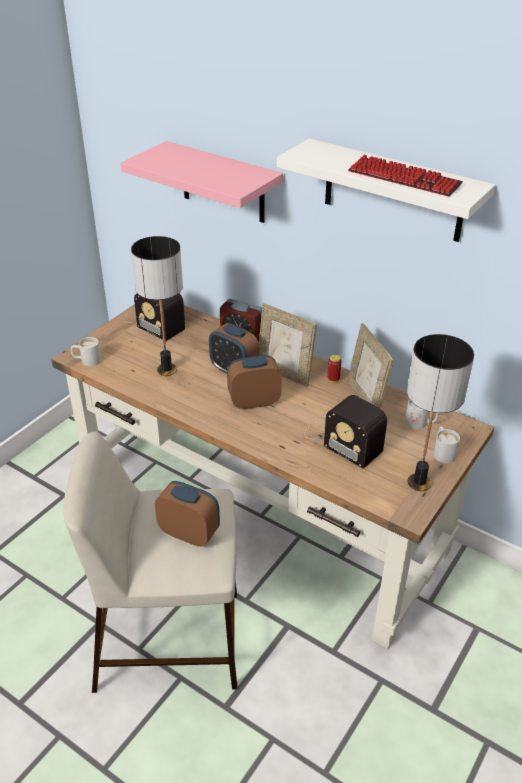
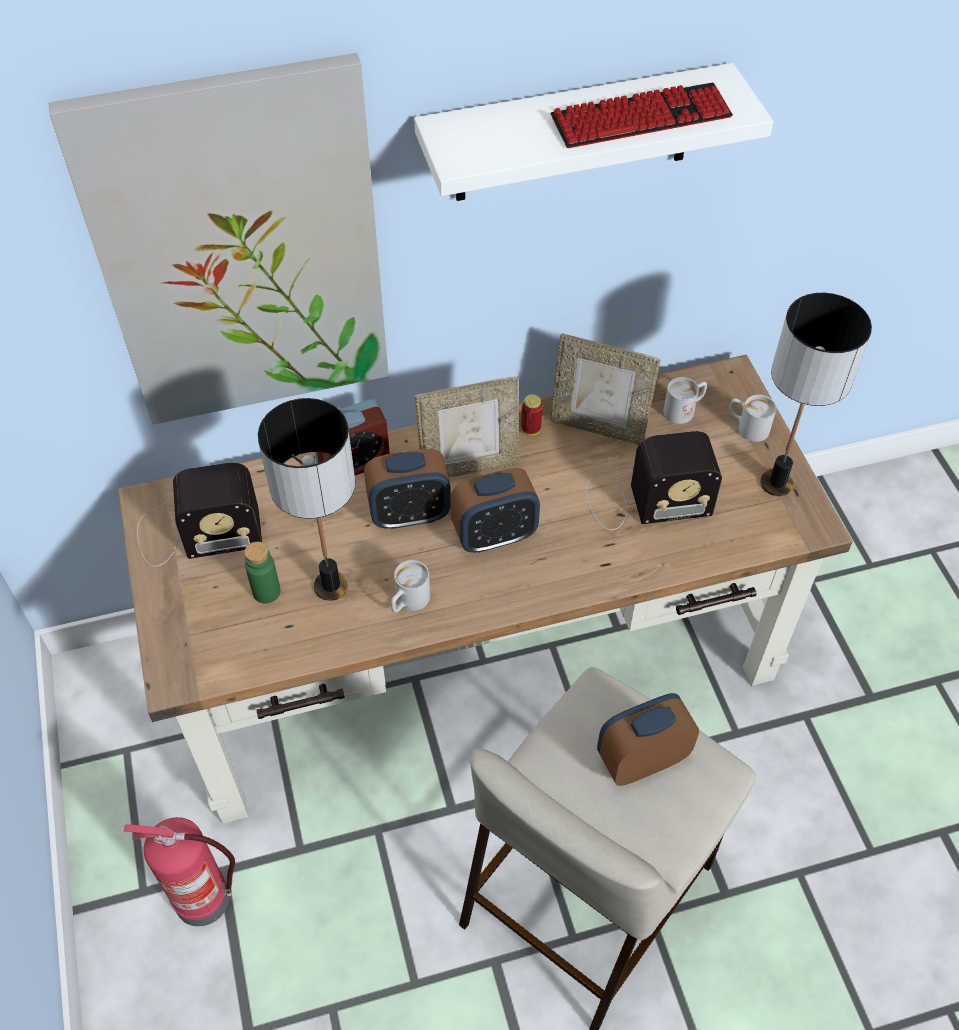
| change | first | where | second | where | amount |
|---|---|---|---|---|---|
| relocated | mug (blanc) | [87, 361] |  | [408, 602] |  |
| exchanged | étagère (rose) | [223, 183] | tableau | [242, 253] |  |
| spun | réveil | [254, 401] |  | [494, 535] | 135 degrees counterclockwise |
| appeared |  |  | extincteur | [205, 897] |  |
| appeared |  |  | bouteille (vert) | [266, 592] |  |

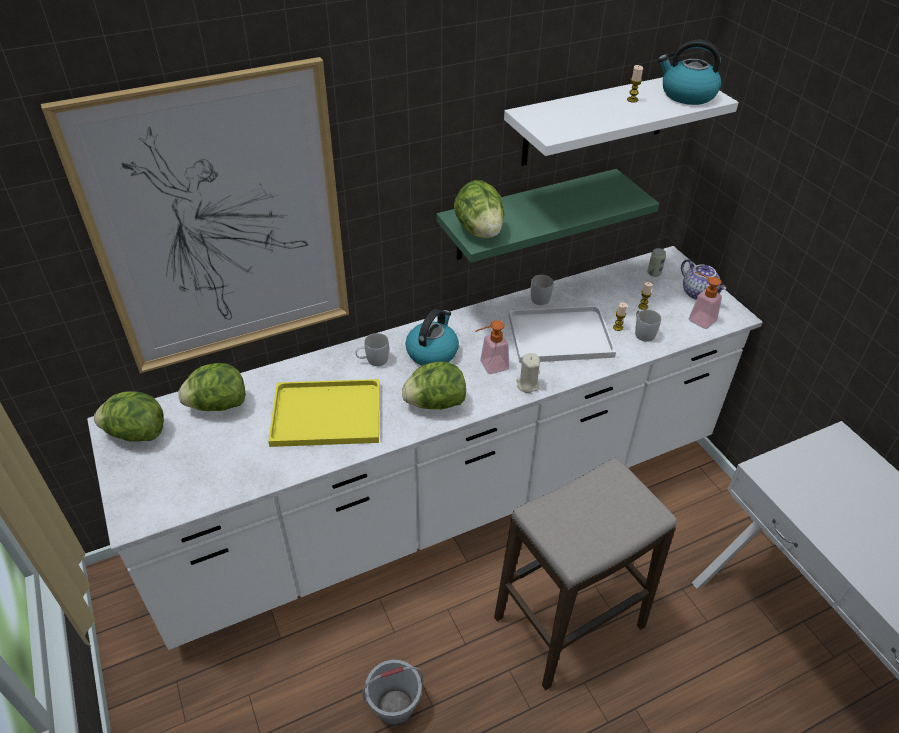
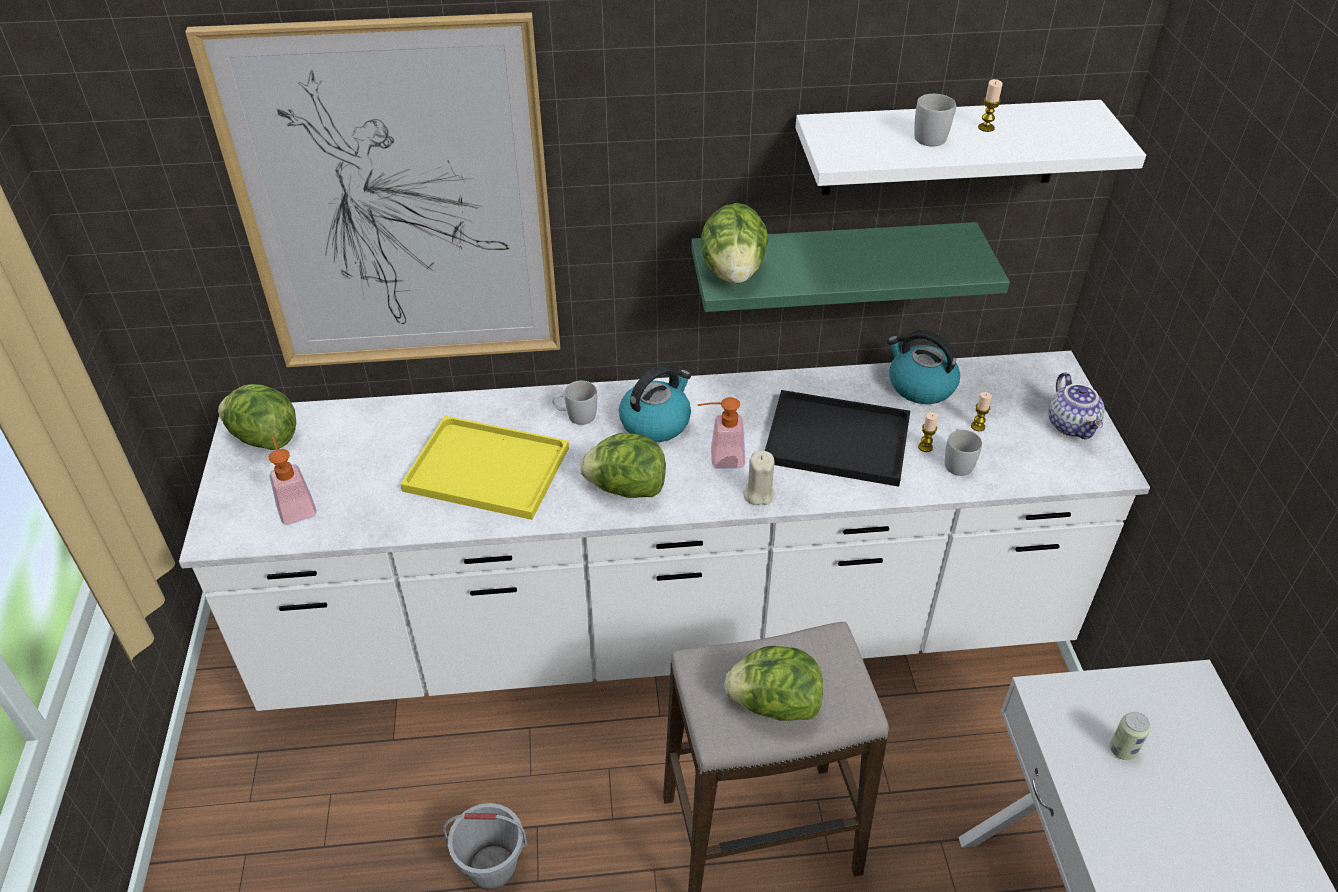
| change | first | where | second | where | amount |
|---|---|---|---|---|---|
| relocated | laitue | [218, 405] |  | [774, 704] |  |
| colour | plateau (blanc) | [558, 336] | plateau (noir) | [834, 440] |  |
| relocated | mug (blanc) | [542, 297] |  | [934, 136] |  |
| relocated | boîte métallique | [654, 273] |  | [1122, 750] |  |
| relocated | bouilloire | [687, 95] |  | [920, 386] |  |
| relocated | distributeur de savon | [698, 318] |  | [295, 506] |  |

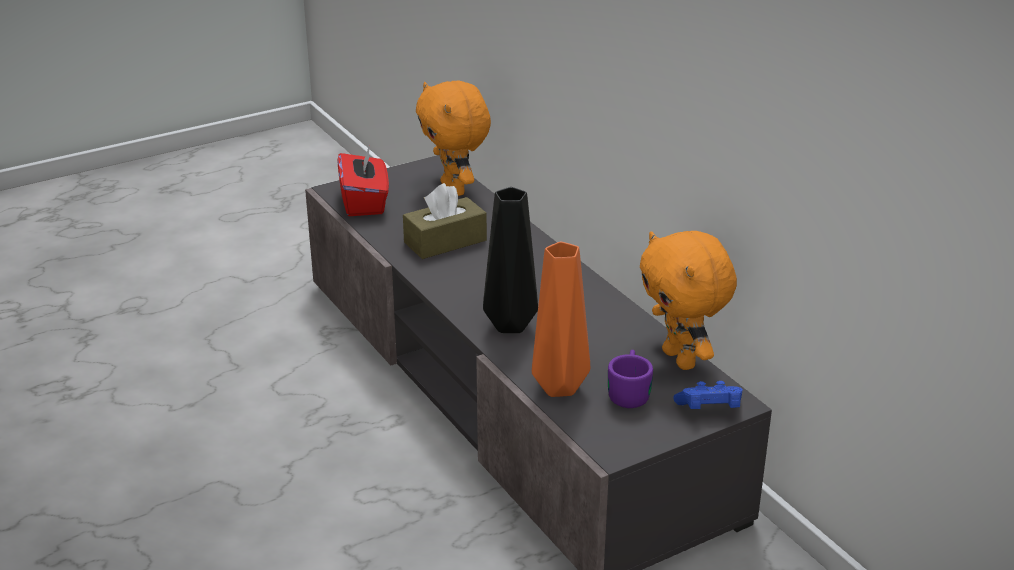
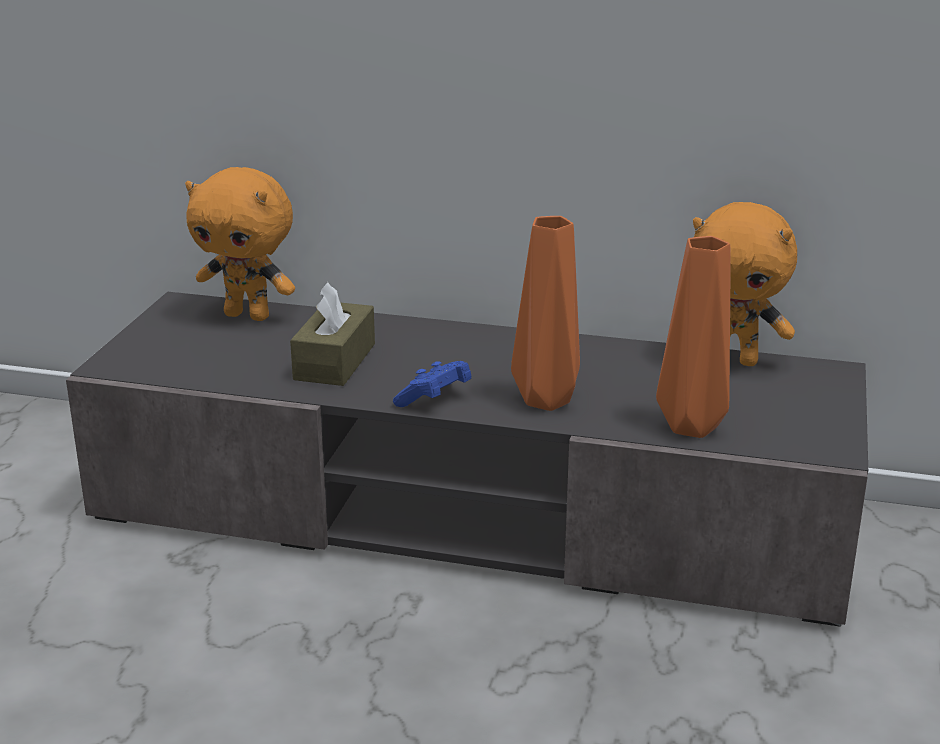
| change | first | where | second | where | amount |
|---|---|---|---|---|---|
| missing | boîte à mouchoirs (rouge) | [364, 202] |  |  |  |
| colour | vase (noir) | [513, 325] | vase (orange) | [549, 400] |  |
| missing | mug (violet) | [629, 391] |  |  |  |
| relocated | manette (bleu) | [709, 410] |  | [434, 400] |  |

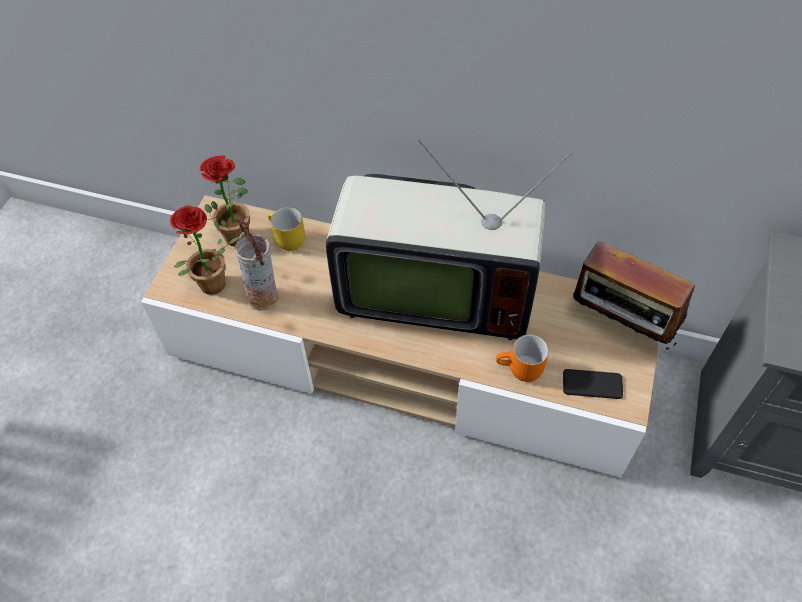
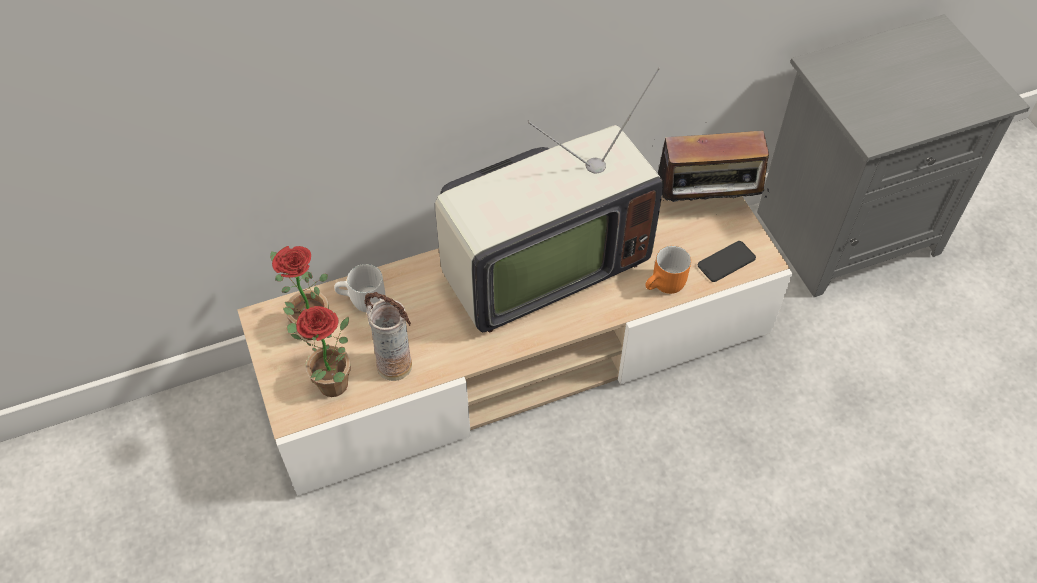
| change | first | where | second | where | amount |
|---|---|---|---|---|---|
| colour | mug (jaune) | [285, 239] | mug (blanc) | [362, 302] |  |

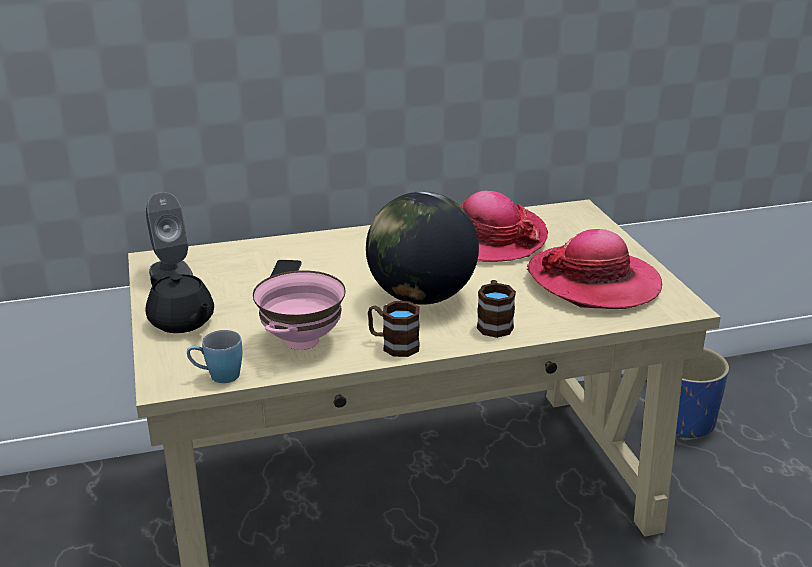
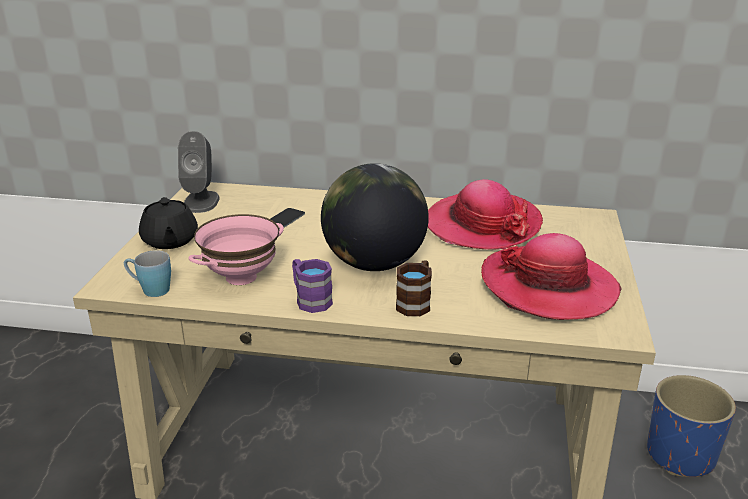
| change | first | where | second | where | amount |
|---|---|---|---|---|---|
| colour | mug (marron) | [393, 345] | mug (violet) | [310, 299] |  |

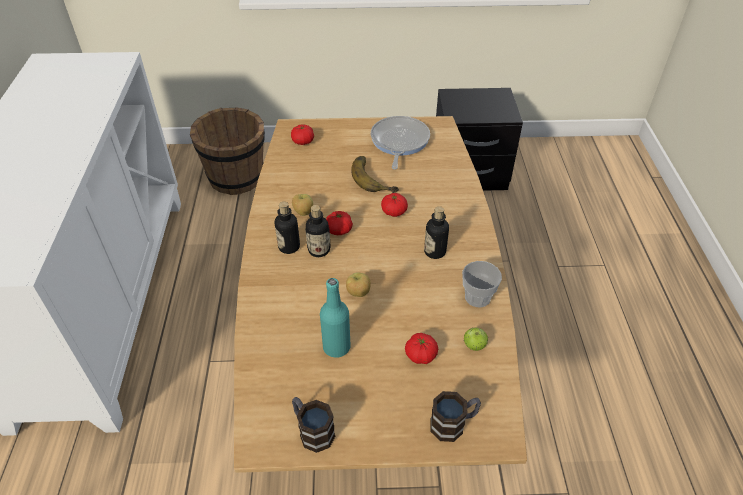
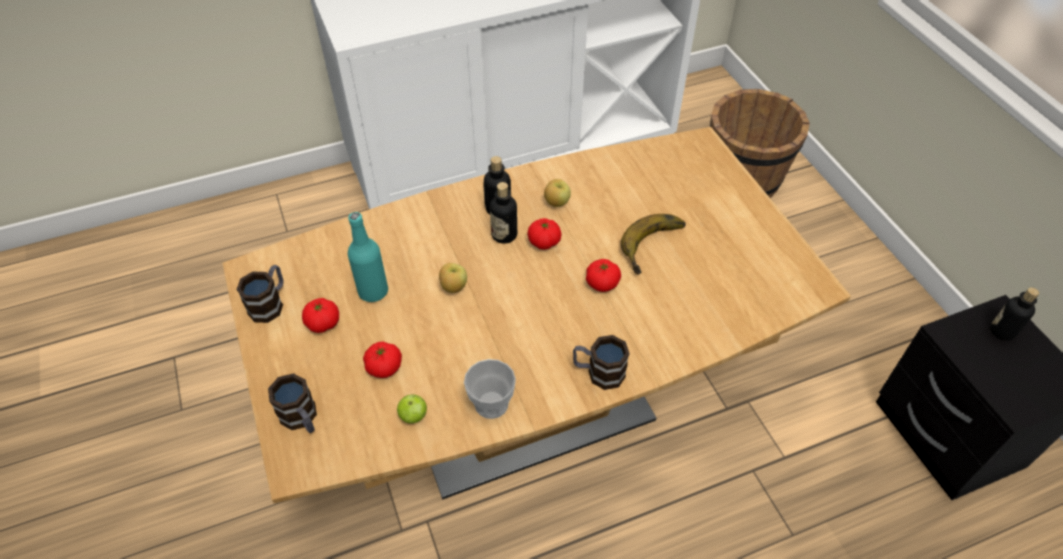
| change | first | where | second | where | amount |
|---|---|---|---|---|---|
| relocated | tomate | [303, 141] |  | [323, 323] |  |
| missing | poêle | [399, 142] |  |  |  |
| relocated | bouteille | [435, 251] |  | [1002, 331] |  |
| appeared |  |  | mug | [598, 372] |  |

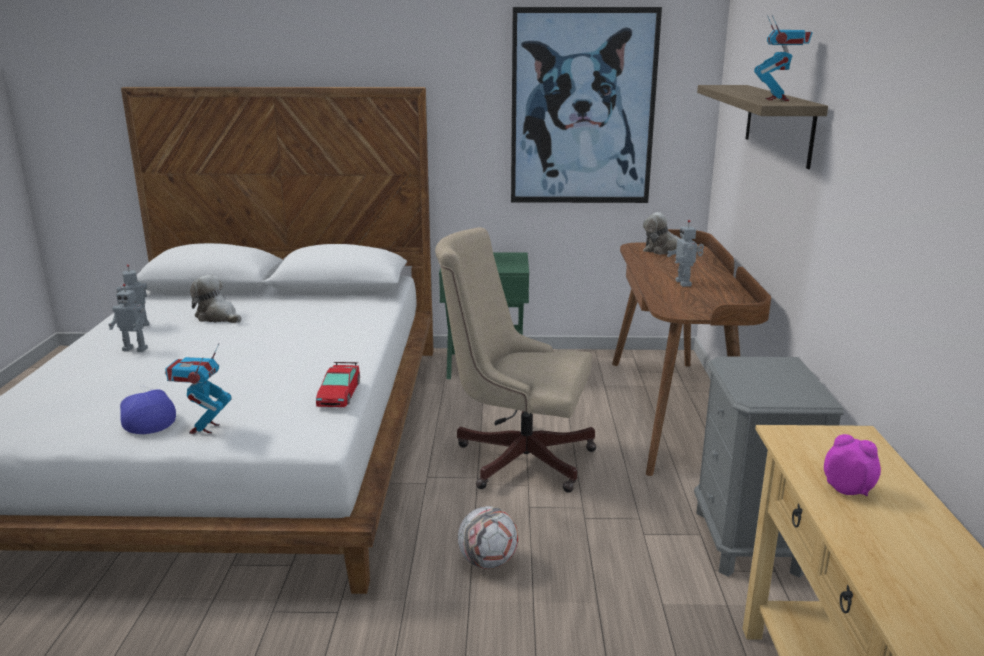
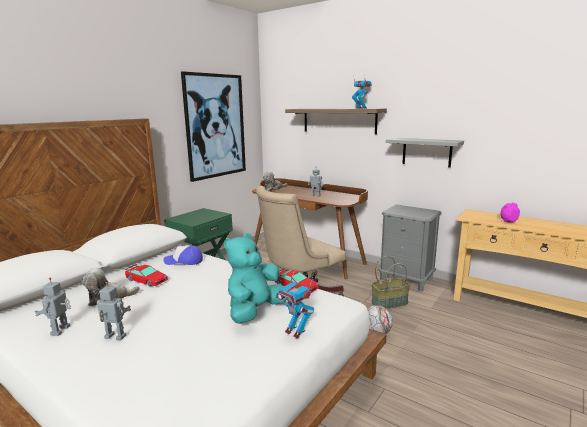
| change | first | where | second | where | amount |
|---|---|---|---|---|---|
| spun | robot jouet | [136, 349] |  | [114, 337] | 120 degrees counterclockwise |
| relocated | casquette | [146, 418] |  | [184, 261] |  |
| appeared |  |  | petite voiture | [146, 280] |  |
| appeared |  |  | peluche (turquoise) | [254, 311] |  |
| appeared |  |  | panier | [389, 303] |  |
| appeared |  |  | étagère (gris) | [426, 152] |  |

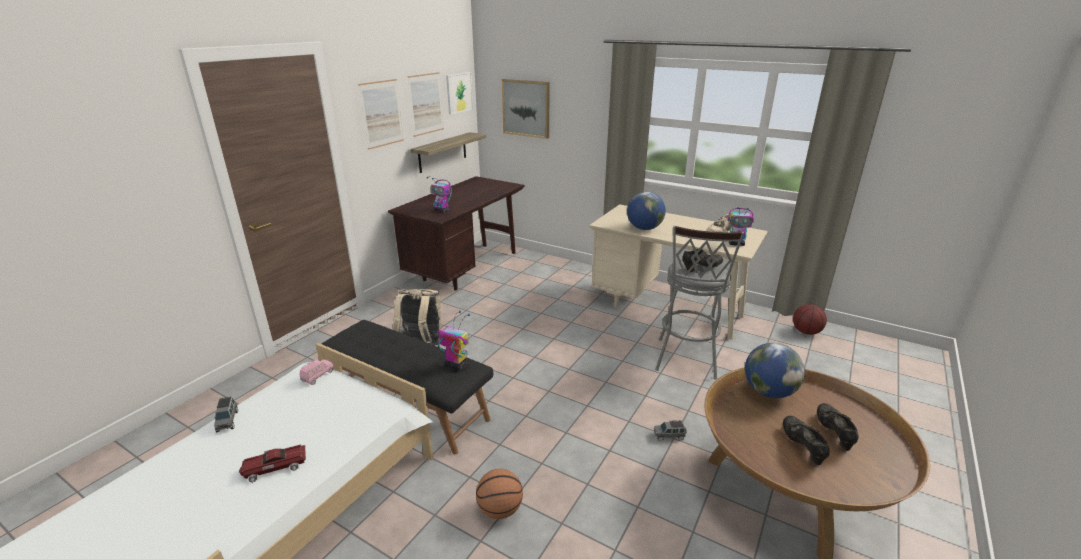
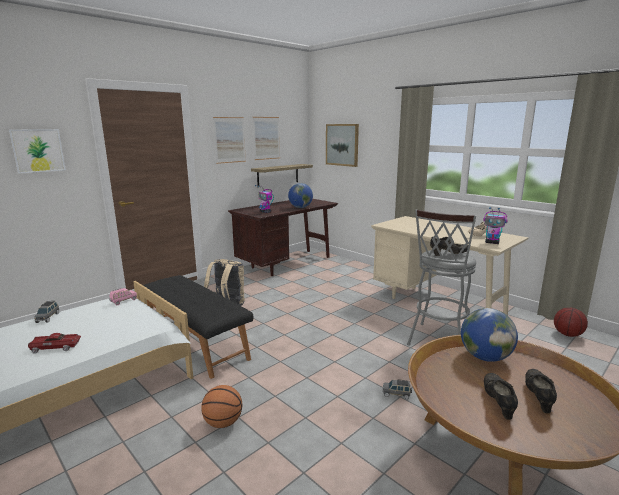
| change | first | where | second | where | amount |
|---|---|---|---|---|---|
| missing | robot jouet | [456, 364] |  |  |  |
| relocated | tableau | [459, 92] |  | [38, 150] |  |
| relocated | globe | [644, 228] |  | [300, 207] |  |

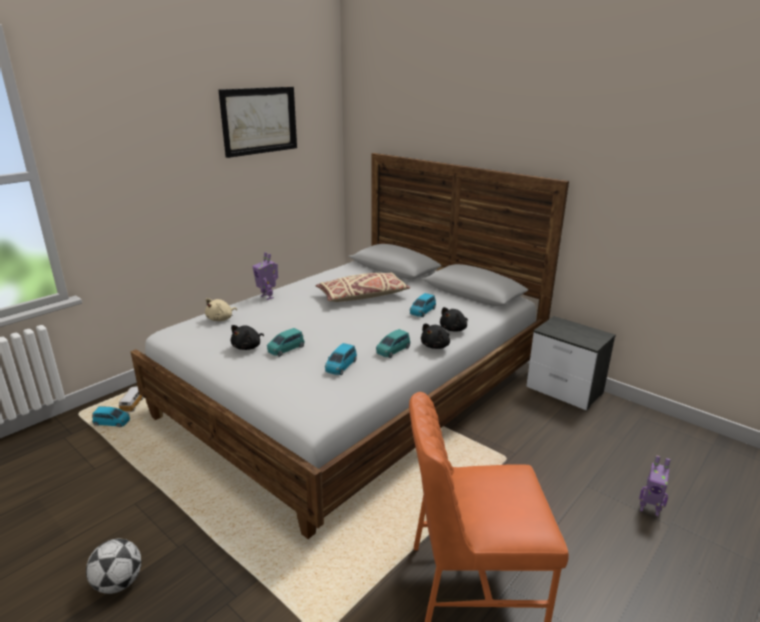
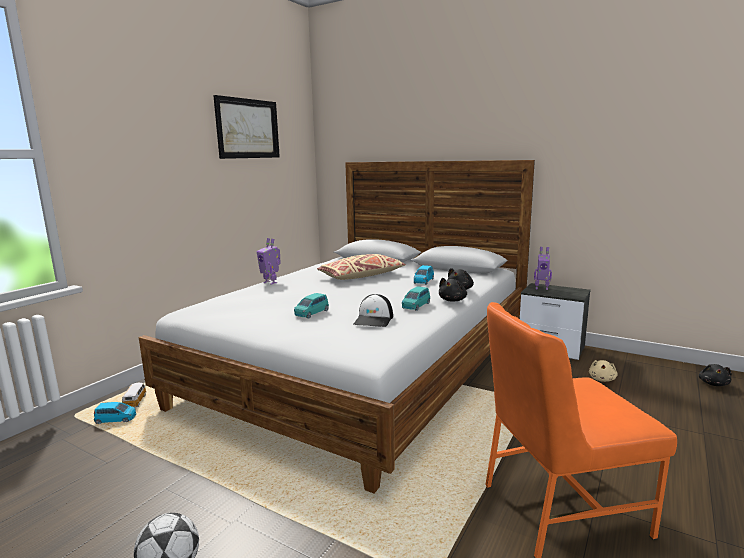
| change | first | where | second | where | amount |
|---|---|---|---|---|---|
| relocated | peluche (beige) | [221, 319] |  | [602, 379] |  |
| relocated | peluche (noir) | [248, 347] |  | [713, 383] |  |
| exchanged | petite voiture (bleu) | [341, 366] | casquette | [374, 320] |  |
| relocated | robot jouet | [649, 509] |  | [541, 288] |  |

